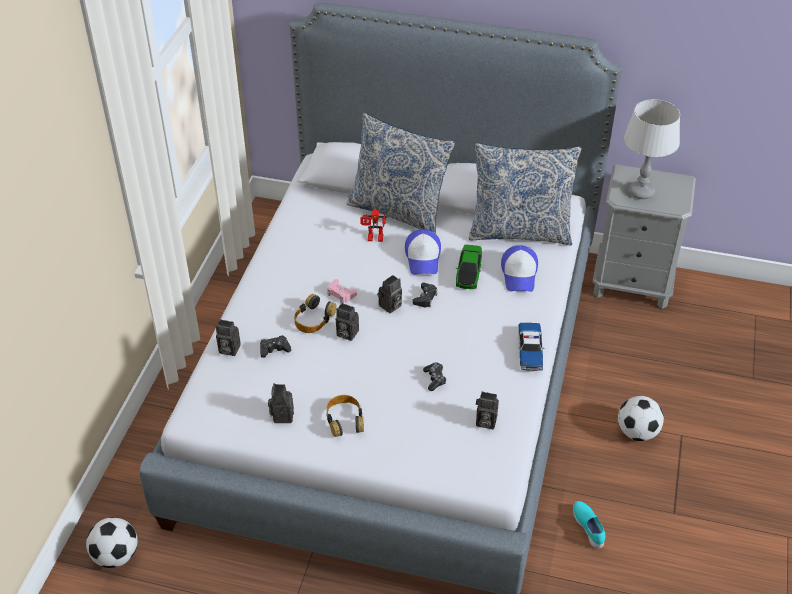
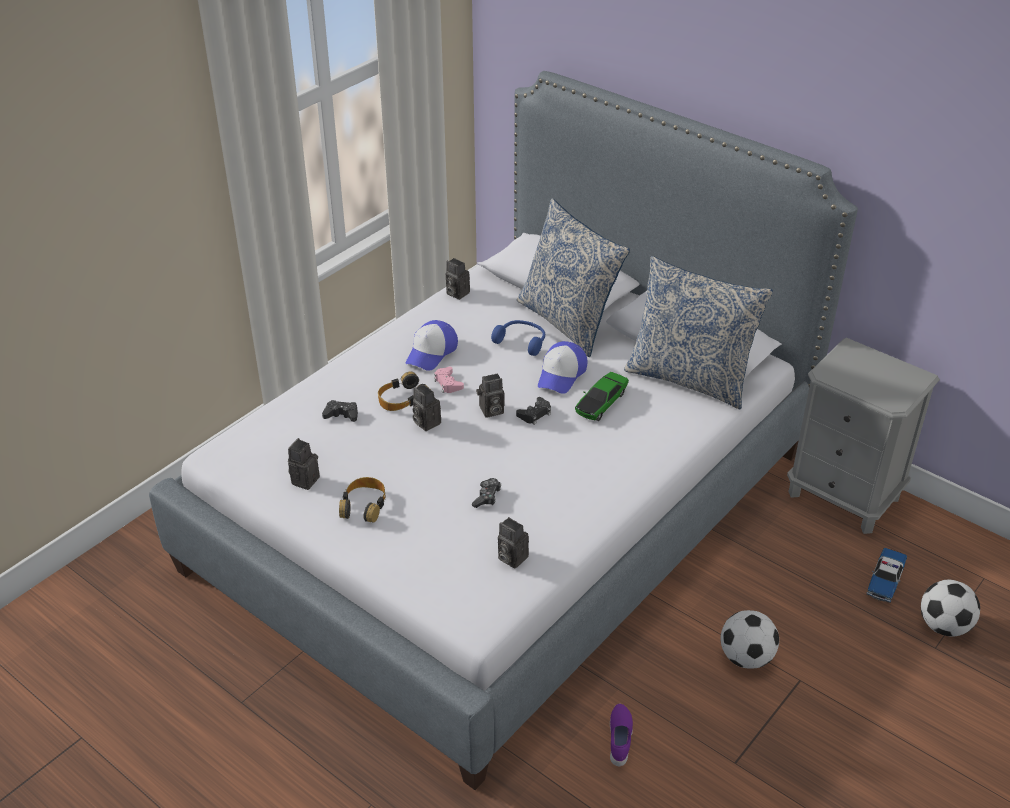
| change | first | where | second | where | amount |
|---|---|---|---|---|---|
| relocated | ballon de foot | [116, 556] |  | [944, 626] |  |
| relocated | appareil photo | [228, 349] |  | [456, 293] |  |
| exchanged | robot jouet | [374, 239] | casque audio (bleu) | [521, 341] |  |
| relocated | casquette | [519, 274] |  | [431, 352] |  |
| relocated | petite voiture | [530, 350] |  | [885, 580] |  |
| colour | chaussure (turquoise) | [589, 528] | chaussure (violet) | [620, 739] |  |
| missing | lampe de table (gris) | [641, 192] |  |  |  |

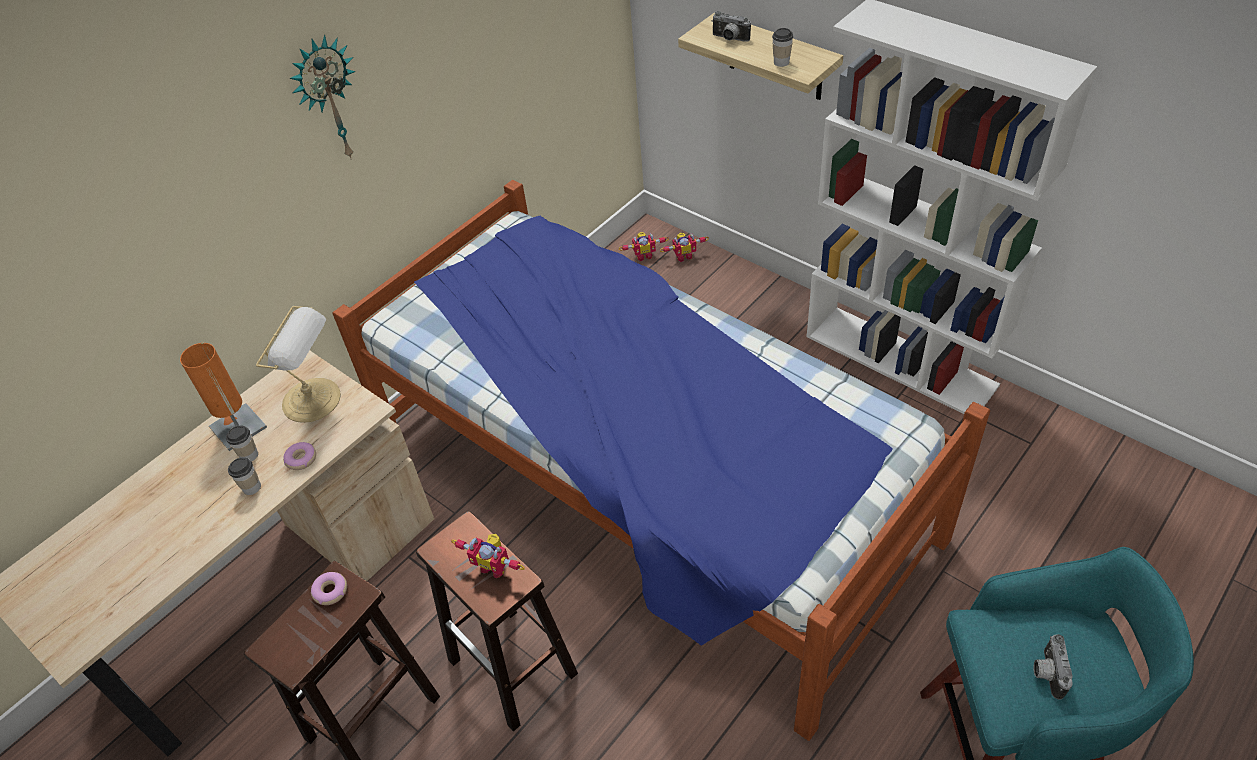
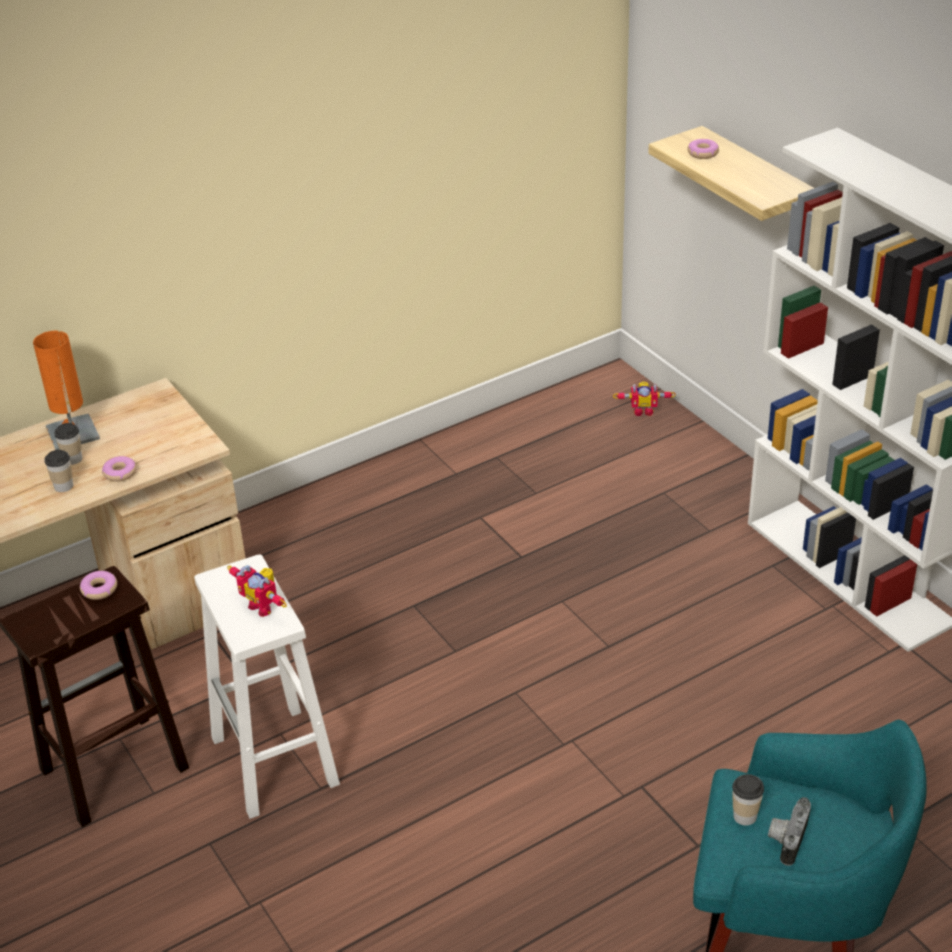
| change | first | where | second | where | amount |
|---|---|---|---|---|---|
| missing | lampe de table | [315, 400] |  |  |  |
| missing | horloge murale | [328, 100] |  |  |  |
| missing | lit | [647, 490] |  |  |  |
| colour | tabouret (marron) | [514, 668] | tabouret (blanc) | [276, 762] |  |
| missing | robot jouet | [644, 255] |  |  |  |
| exchanged | appareil photo | [729, 39] | beignet | [702, 153] |  |
| relocated | tasse | [781, 62] |  | [745, 816] |  |

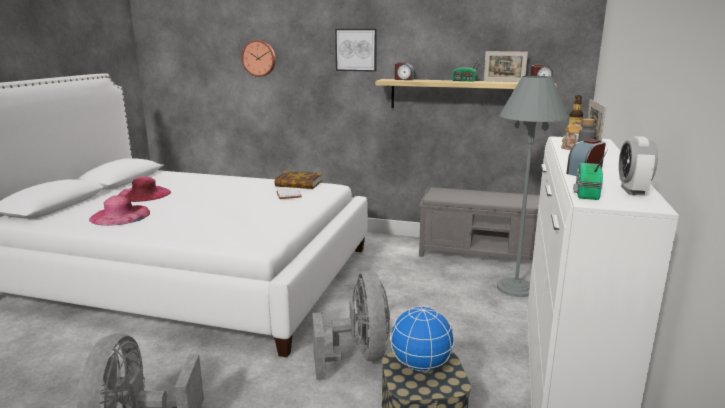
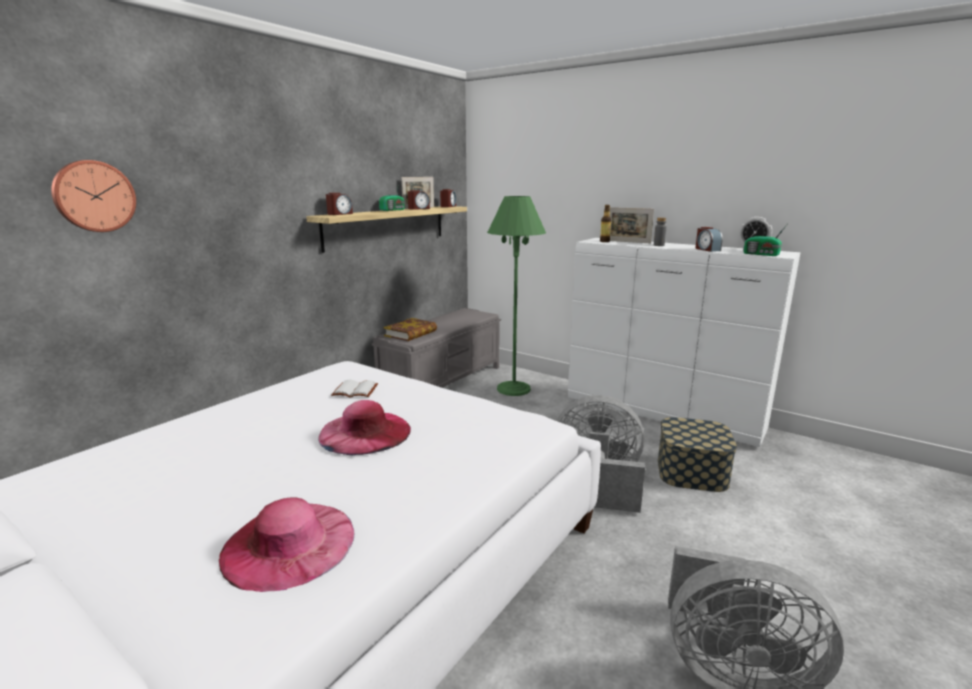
| change | first | where | second | where | amount |
|---|---|---|---|---|---|
| relocated | chapeau (rose) | [144, 194] |  | [365, 432] |  |
| relocated | livre | [298, 184] |  | [411, 333] |  |
| missing | tableau | [356, 50] |  |  |  |
| missing | globe | [420, 365] |  |  |  |
| colour | lampadaire (gris) | [516, 288] | lampadaire (vert) | [513, 389] |  |
| missing | théière | [571, 148] |  |  |  |
| appeared |  |  | réveil | [418, 209] |  |

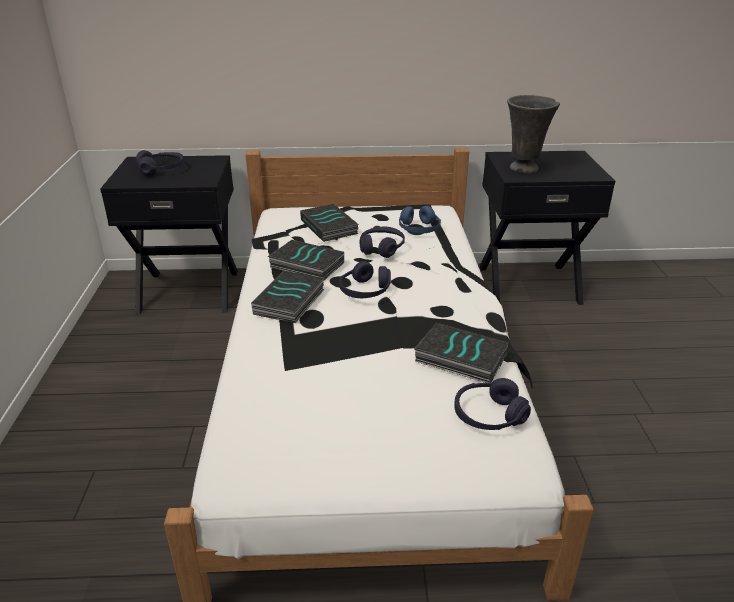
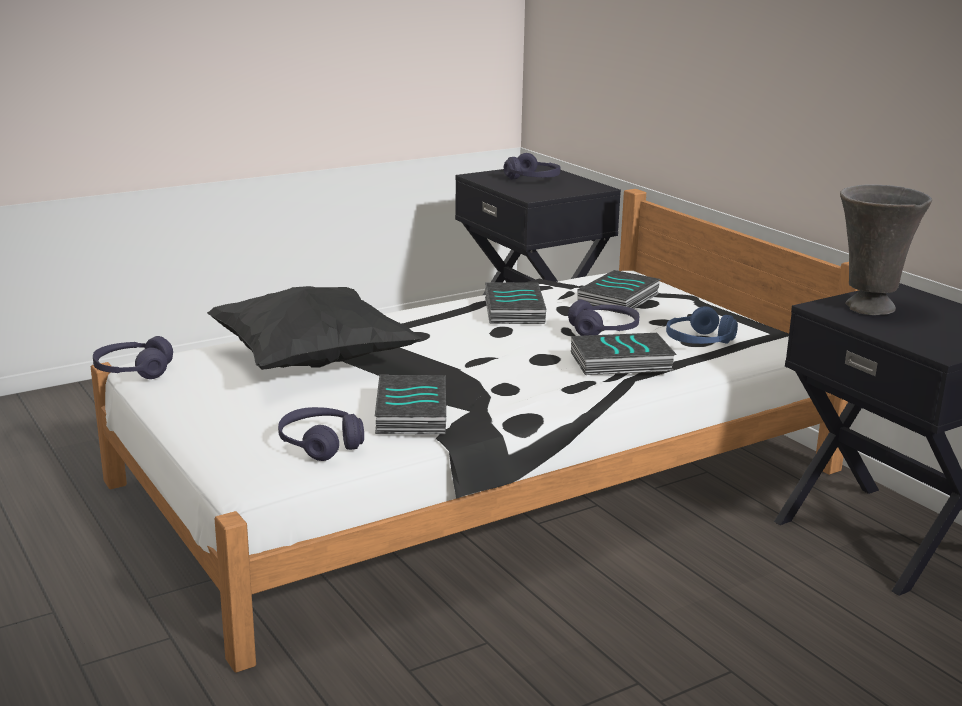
| change | first | where | second | where | amount |
|---|---|---|---|---|---|
| relocated | livre | [290, 302] |  | [620, 362] |  |
| relocated | casque audio (violet) | [365, 291] |  | [133, 371] |  |
| appeared |  |  | coussin (noir) | [312, 361] |  |

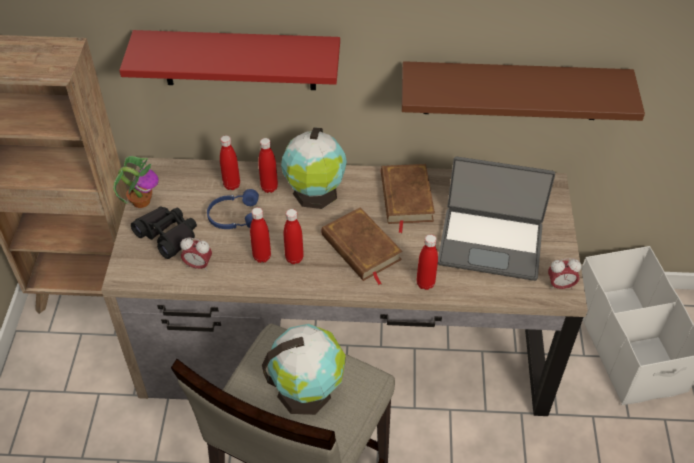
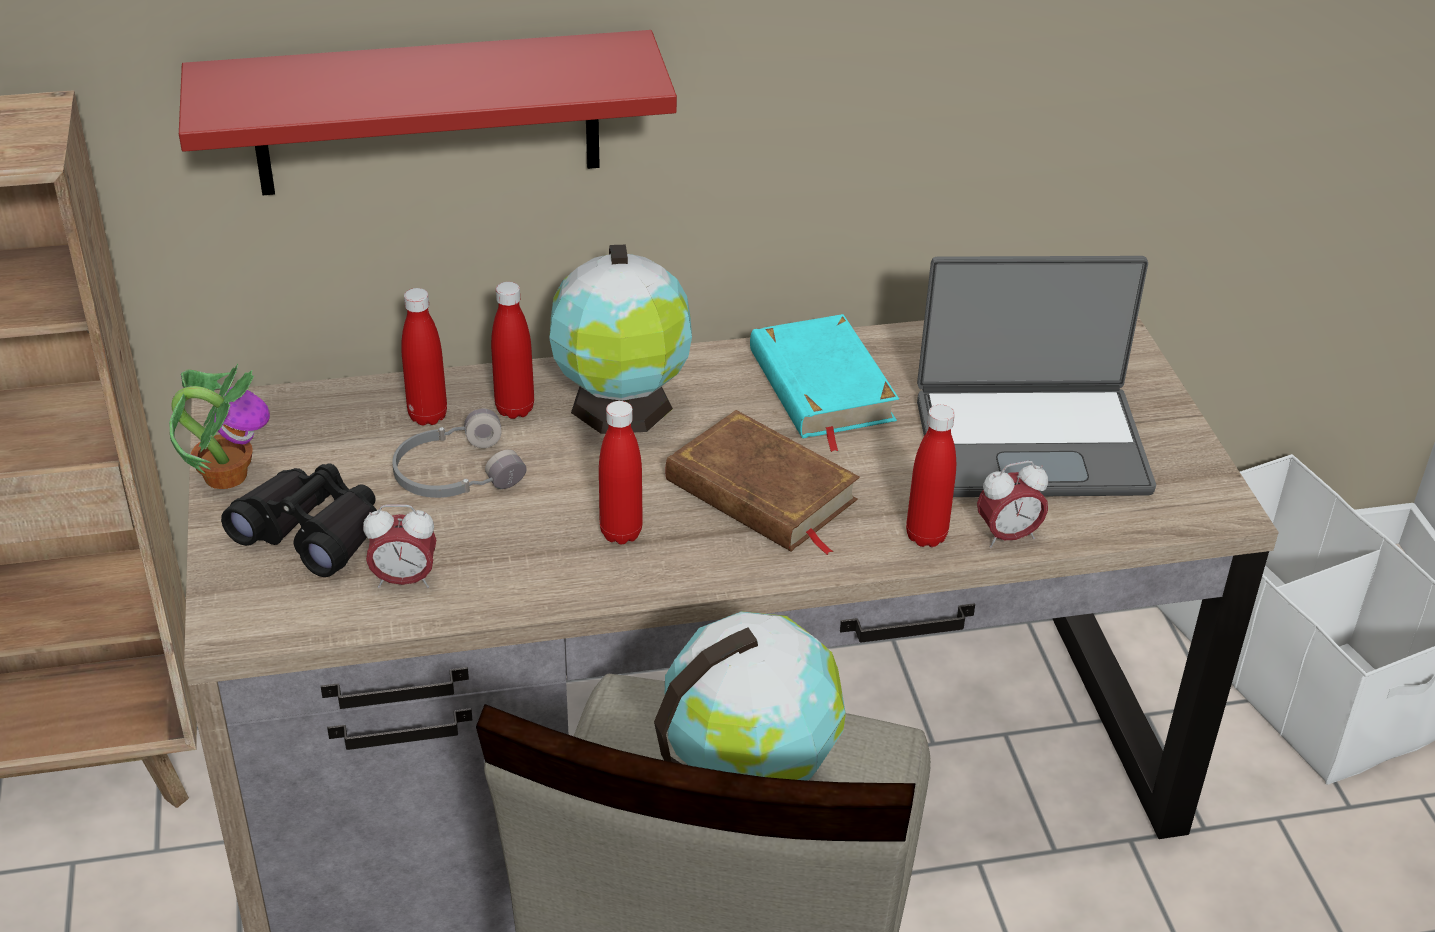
| change | first | where | second | where | amount |
|---|---|---|---|---|---|
| colour | casque audio (bleu) | [234, 216] | casque audio (gris) | [455, 473] |  |
| missing | bouteille (rouge) | [262, 257] |  |  |  |
| colour | livre (marron) | [406, 198] | livre (turquoise) | [820, 387] |  |
| missing | étagère (marron) | [513, 91] |  |  |  |
| relocated | réveil | [560, 285] |  | [1007, 536] |  |

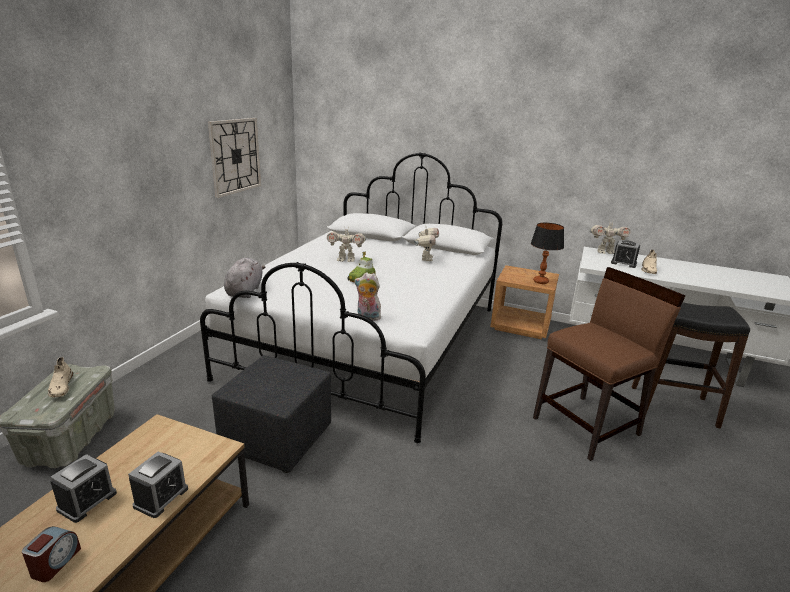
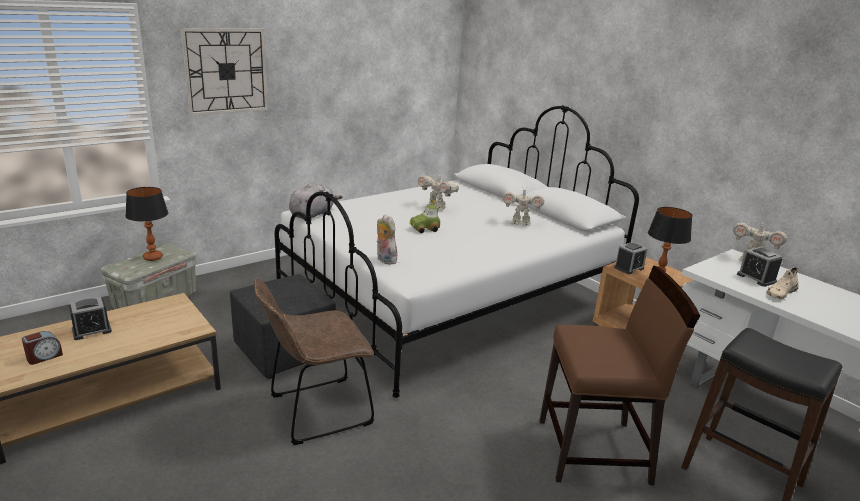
| change | first | where | second | where | amount |
|---|---|---|---|---|---|
| exchanged | chaussure (beige) | [61, 386] | lampe de table | [153, 257] |  |
| relocated | réveil | [161, 497] |  | [629, 268] |  |
| relocated | horloge murale | [235, 156] |  | [226, 71] |  |
| spun | robot jouet | [425, 259] |  | [520, 223] | 60 degrees clockwise |
| appeared |  |  | chaise (marron) | [315, 411] |  |

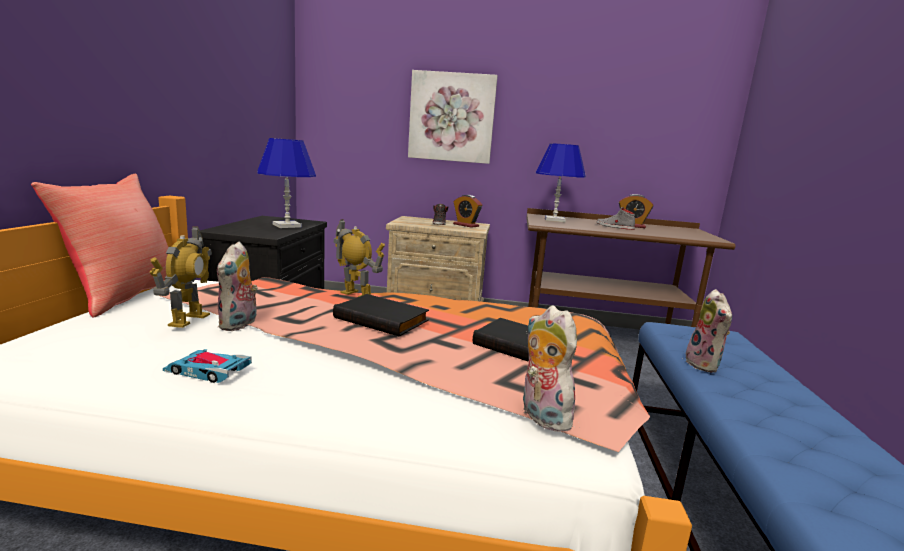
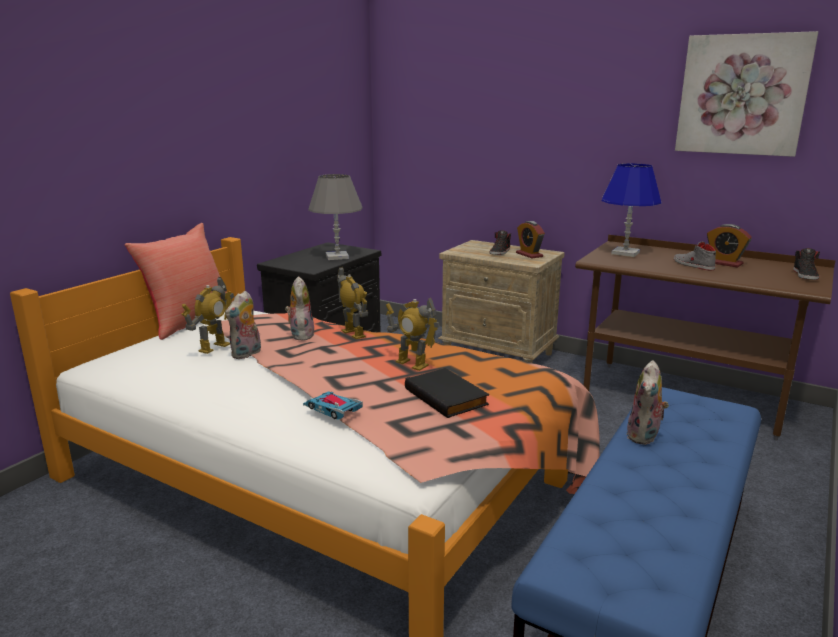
| change | first | where | second | where | amount |
|---|---|---|---|---|---|
| relocated | petite voiture | [207, 371] |  | [332, 409] |  |
| colour | lampe de table (bleu) | [287, 225] | lampe de table (gris) | [337, 257] |  |
| missing | livre (noir) | [383, 319] |  |  |  |
| relocated | tableau | [451, 117] |  | [742, 95] |  |
| relocated | peluche | [541, 416] |  | [300, 335] |  |
| appeared |  |  | robot jouet | [411, 364] |  |
| appeared |  |  | chaussure (noir) | [805, 275] |  |

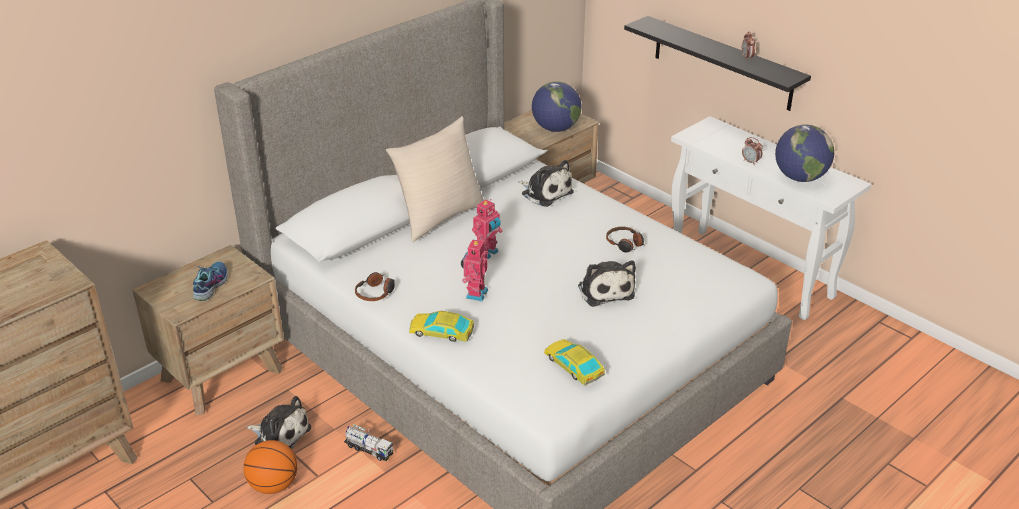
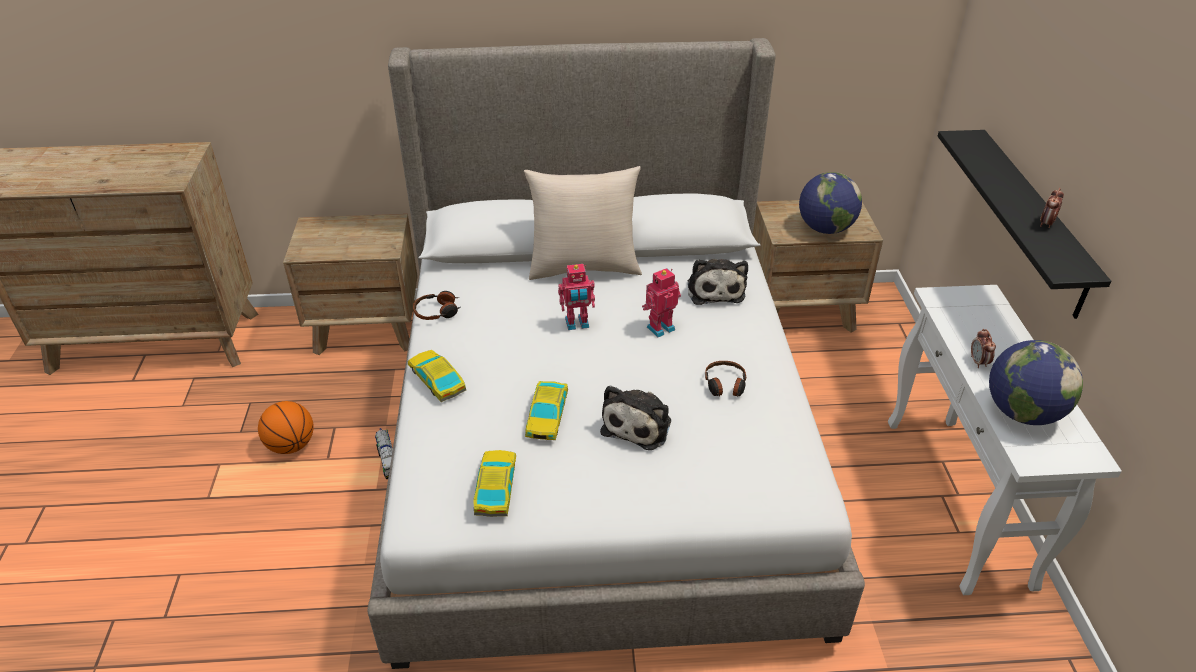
| change | first | where | second | where | amount |
|---|---|---|---|---|---|
| missing | chaussure | [210, 285] |  |  |  |
| missing | peluche | [280, 434] |  |  |  |
| relocated | robot jouet | [475, 294] |  | [659, 327] |  |
| appeared |  |  | petite voiture | [547, 415] |  |

